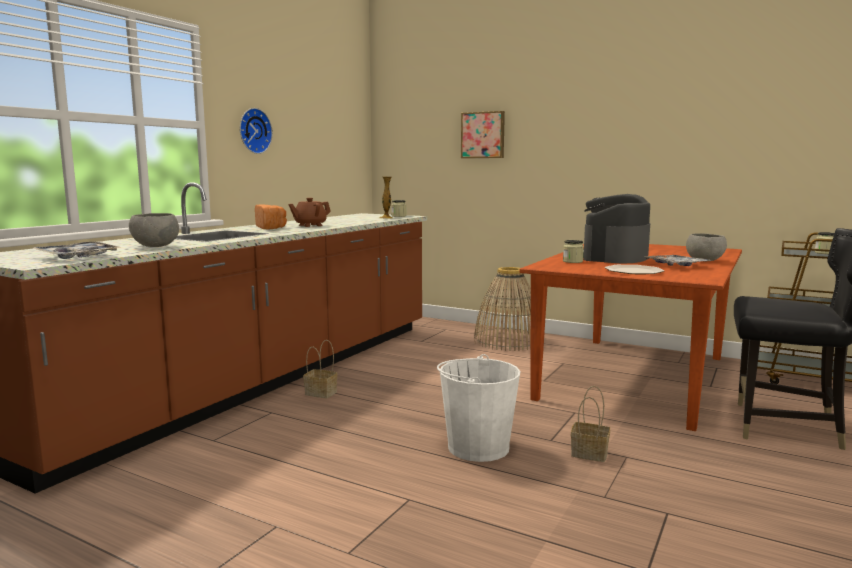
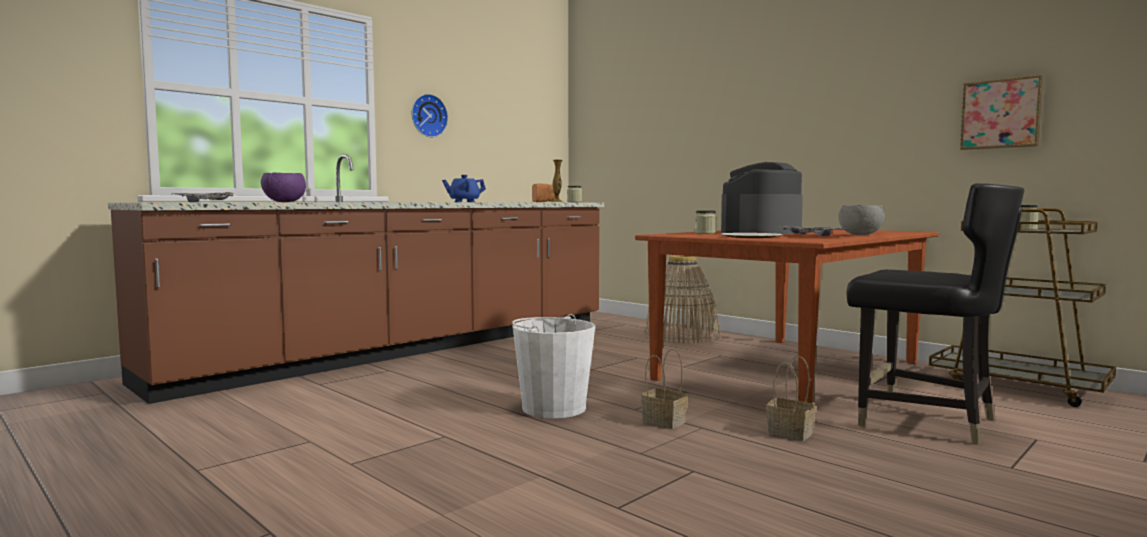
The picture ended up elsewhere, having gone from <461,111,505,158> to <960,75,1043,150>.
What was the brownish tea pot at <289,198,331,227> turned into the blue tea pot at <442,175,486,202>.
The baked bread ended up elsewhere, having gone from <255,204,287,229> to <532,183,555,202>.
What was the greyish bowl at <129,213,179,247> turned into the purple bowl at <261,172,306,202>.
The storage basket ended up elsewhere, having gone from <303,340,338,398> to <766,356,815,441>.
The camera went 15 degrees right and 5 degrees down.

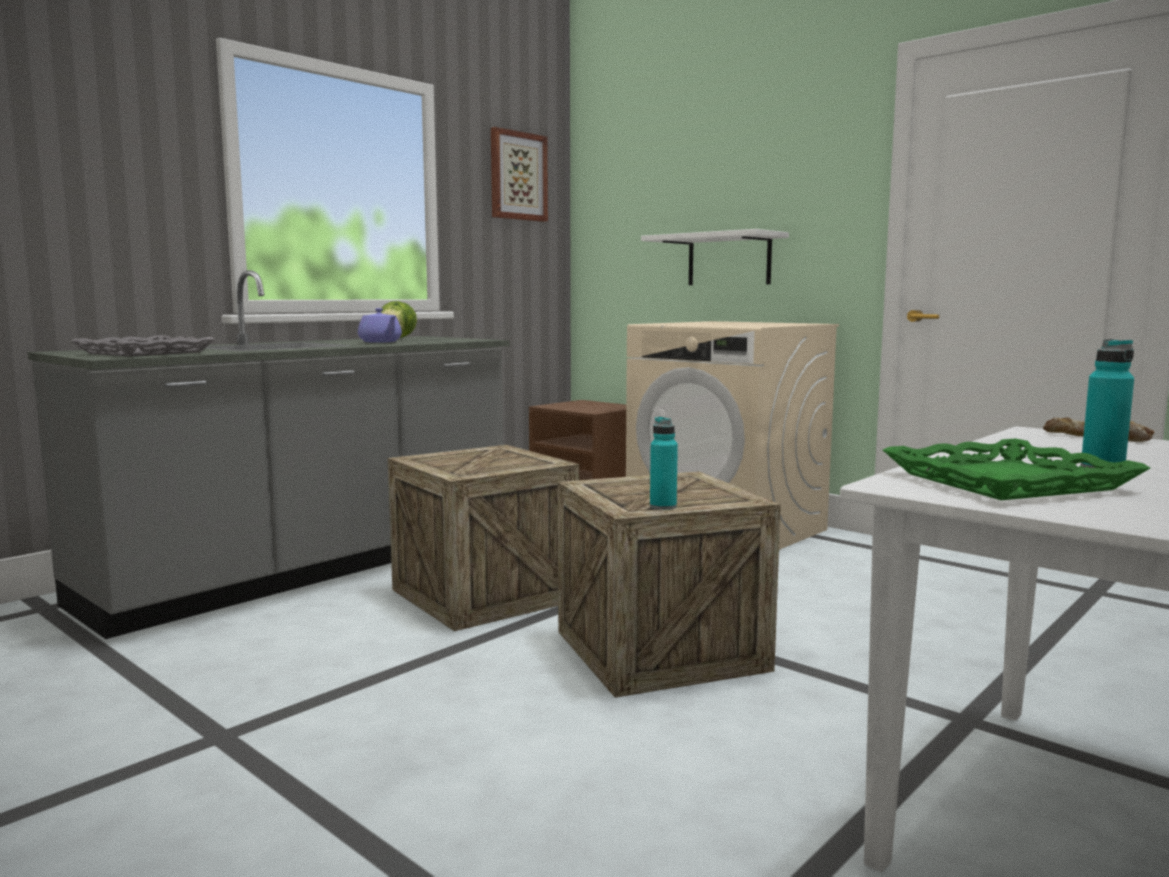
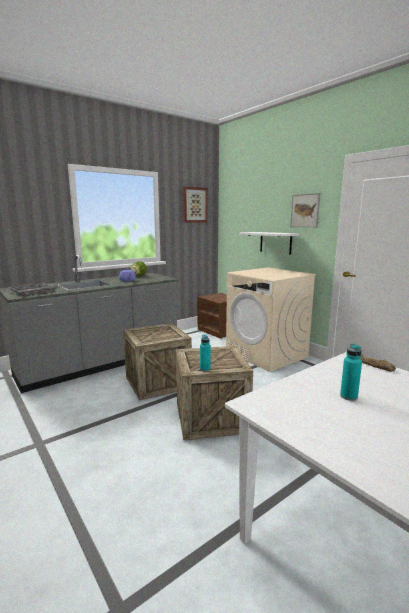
The second view lost the greenish serving tray at <883,439,1150,500>.
The second view gained the picture at <290,193,320,228>.
The camera went 10 degrees right and 5 degrees up.

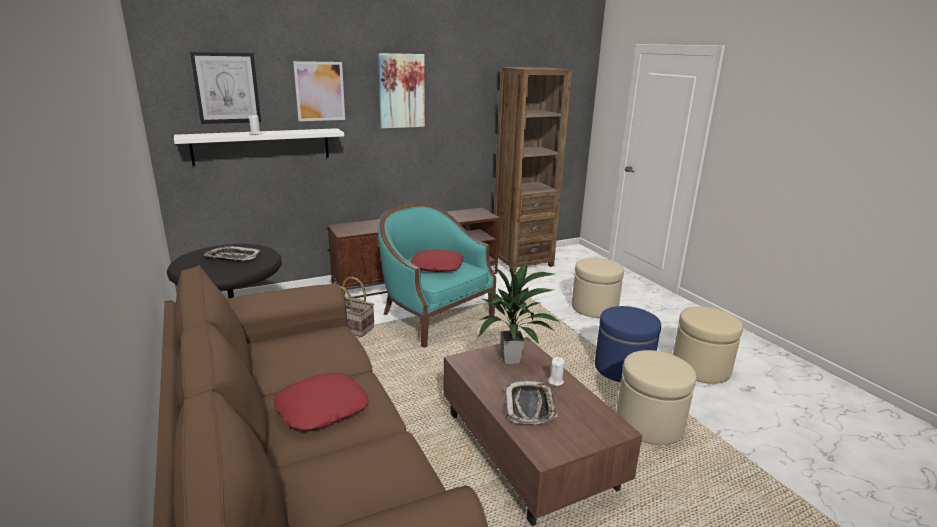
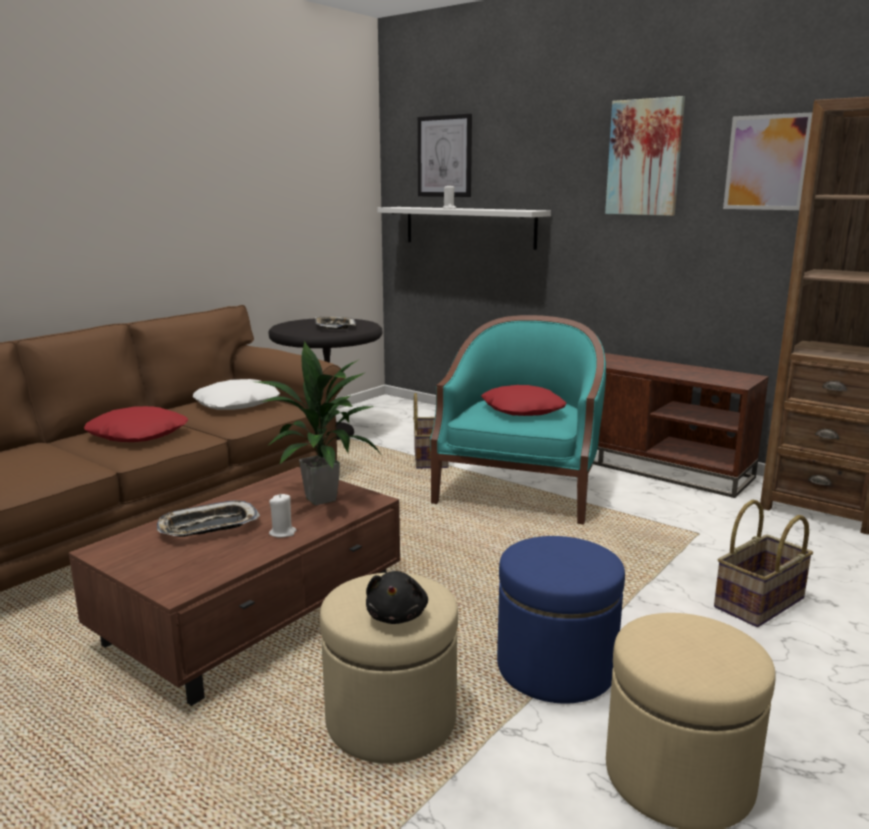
The picture ended up elsewhere, having gone from <293,61,345,121> to <723,112,813,210>.
Where the sand-coloured footrest stood at <572,258,624,318>, the storage basket came to stand at <714,500,813,627>.
The second view gained the white-coloured cushion at <193,379,280,410>.
The second view gained the black-coloured soft toy at <366,571,428,624>.
The camera went 65 degrees right and 5 degrees down.

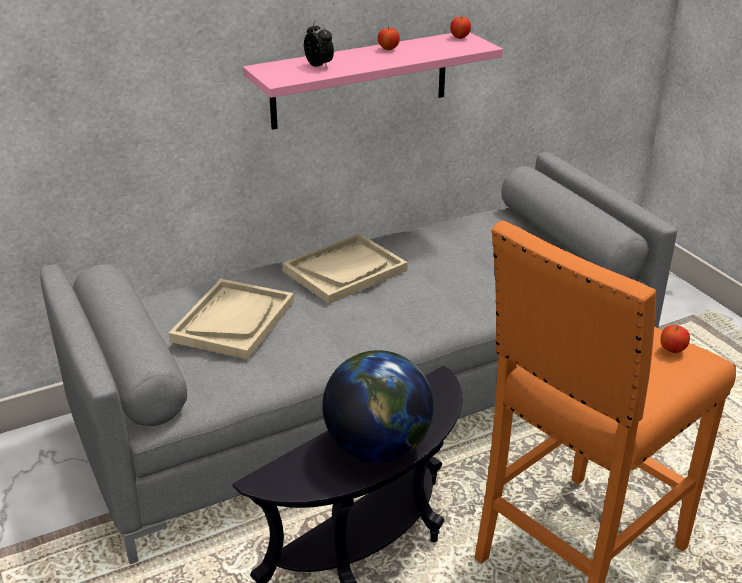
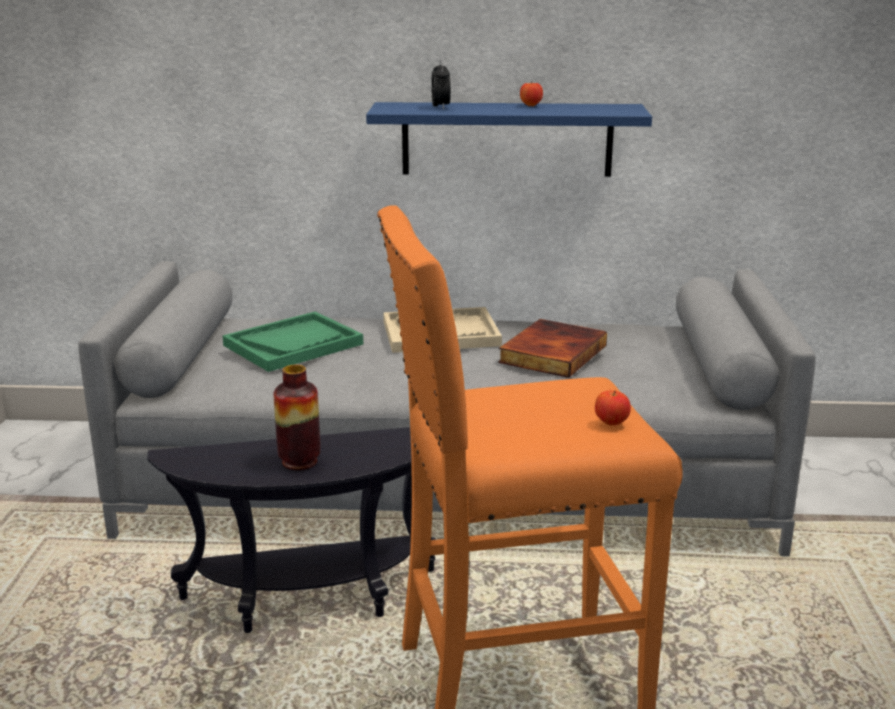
The second view lost the whole apple at <450,17,471,39>.
What was the pink-coloured bracket shelf at <243,33,503,130> turned into the blue bracket shelf at <366,102,652,177>.
What was the sand-coloured serving tray at <169,279,294,360> turned into the greenish serving tray at <223,312,363,372>.
Where the globe stood at <322,350,434,462>, the vase came to stand at <273,365,321,470>.
The second view gained the bound book at <498,319,607,378>.
The camera went 30 degrees right and 10 degrees down.

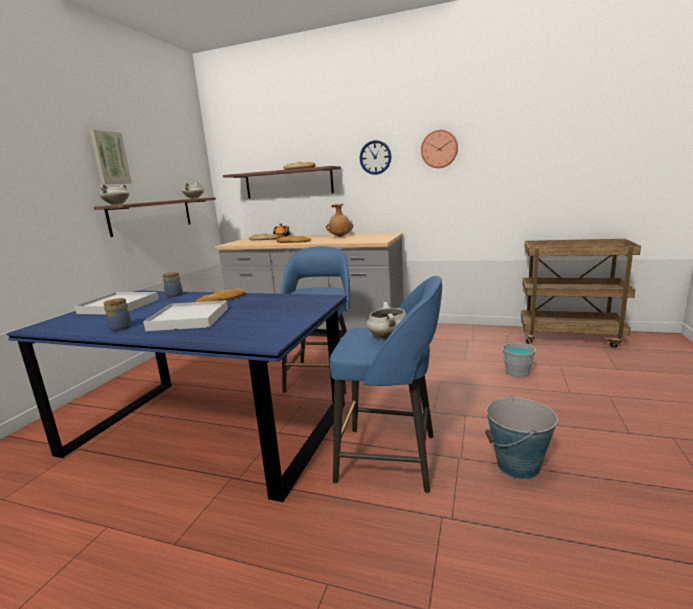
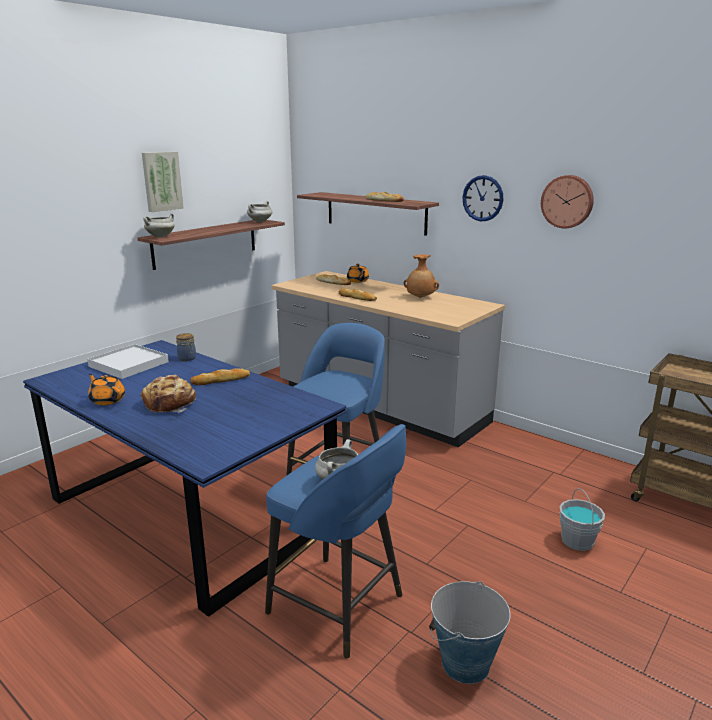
Where the storage jar stood at <103,298,132,331>, the orange-coloured tea pot came to stand at <88,374,125,405>.
Where the white-coloured serving tray stood at <144,300,228,331>, the baked bread came to stand at <141,375,196,413>.
The camera went 20 degrees right and 5 degrees up.

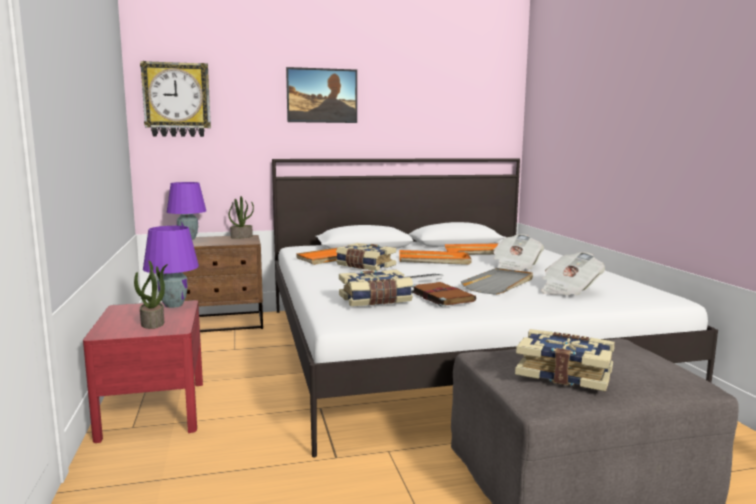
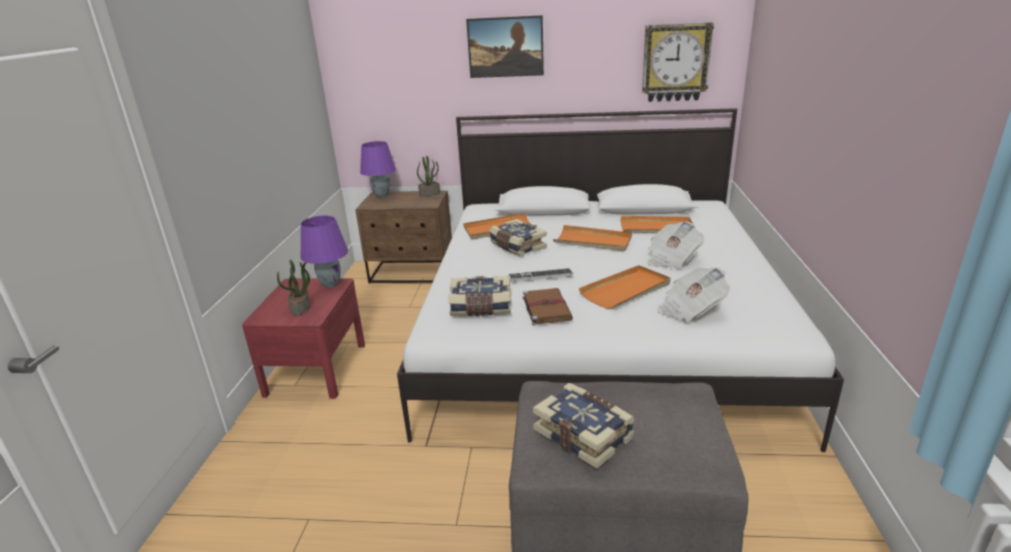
The wall clock ended up elsewhere, having gone from <140,61,211,137> to <642,22,714,102>.
What was the greyish serving tray at <461,268,533,295> turned into the orange-coloured serving tray at <579,265,670,309>.
The camera went 20 degrees right and 15 degrees up.

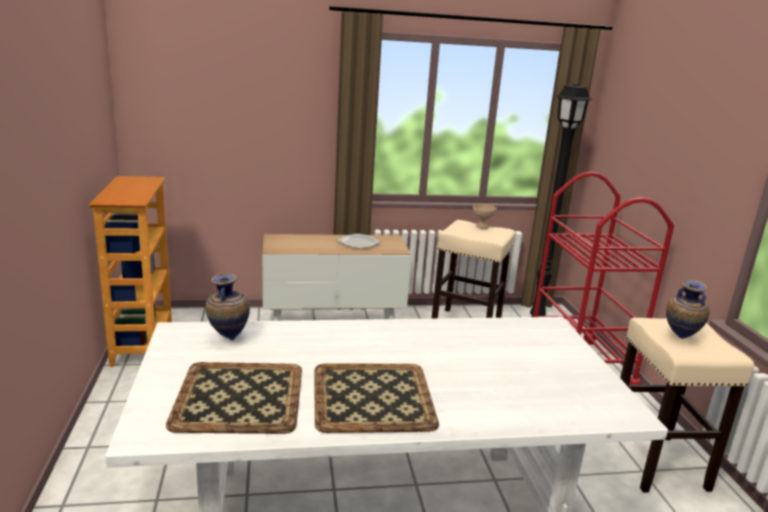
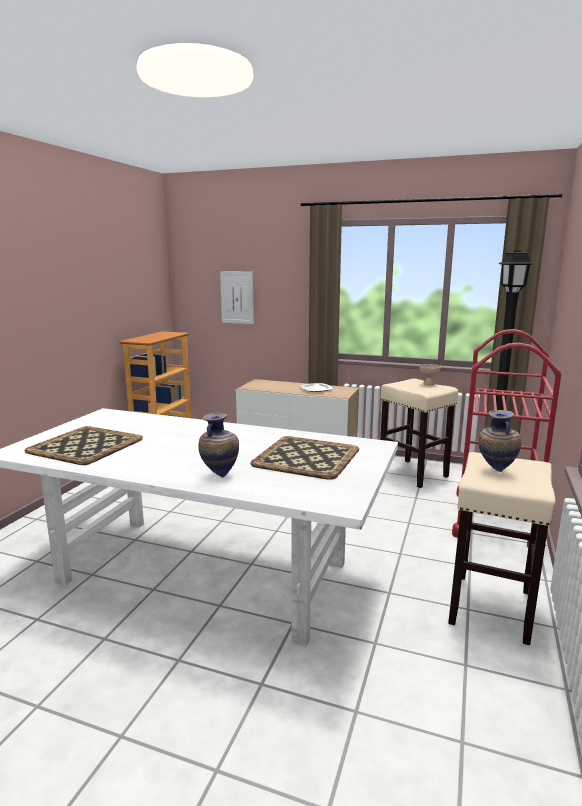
The vase ended up elsewhere, having gone from <205,273,250,340> to <198,412,239,478>.
The serving tray ended up elsewhere, having gone from <315,364,439,433> to <250,436,359,480>.
The second view gained the picture at <220,271,254,324>.
The camera went 30 degrees right and 5 degrees down.

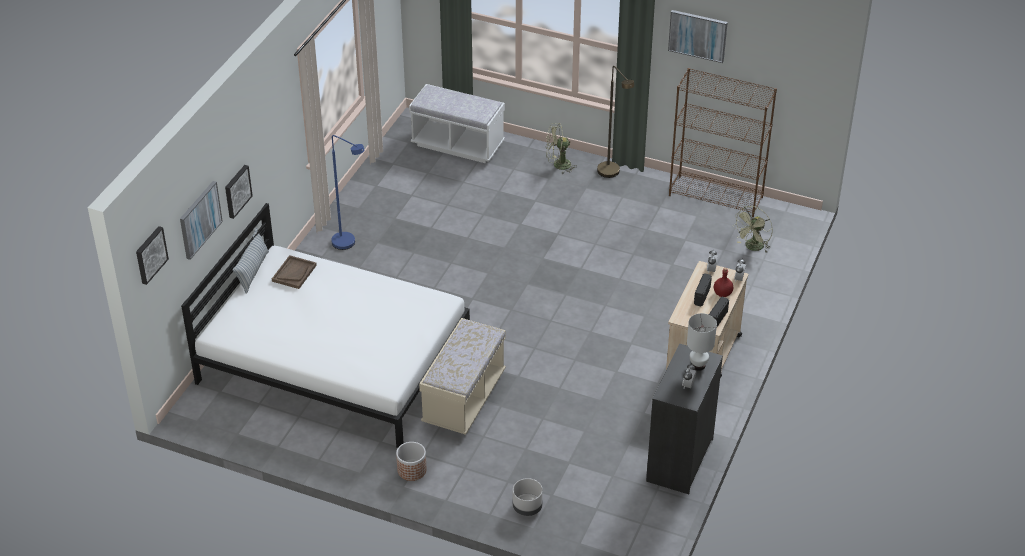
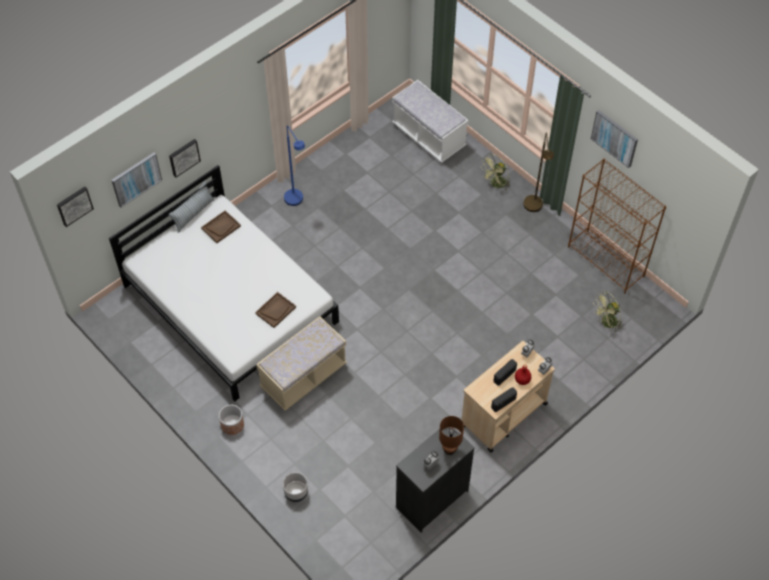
The greenish cooling fan at <546,123,577,174> ended up facing another way, 60 degrees counterclockwise from before.
What was the white-coloured table lamp at <687,313,717,371> turned into the brownish table lamp at <439,416,464,455>.
The second view gained the brownish serving tray at <255,292,296,328>.
The camera went 25 degrees right and 15 degrees up.

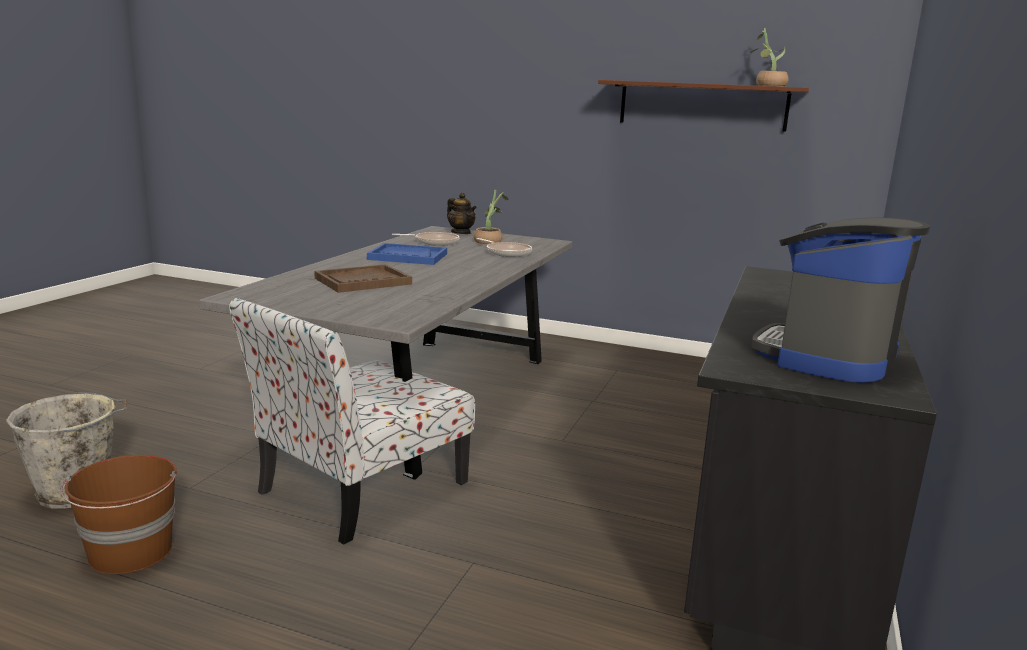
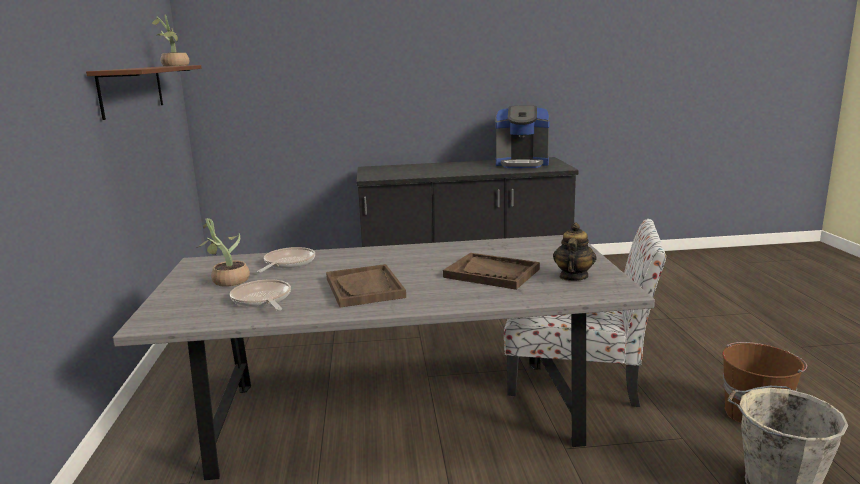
The tea pot ended up elsewhere, having gone from <447,193,477,234> to <553,222,597,281>.
What was the blue serving tray at <367,243,447,265> turned into the brownish serving tray at <326,264,406,308>.
The camera went 115 degrees left and 0 degrees up.

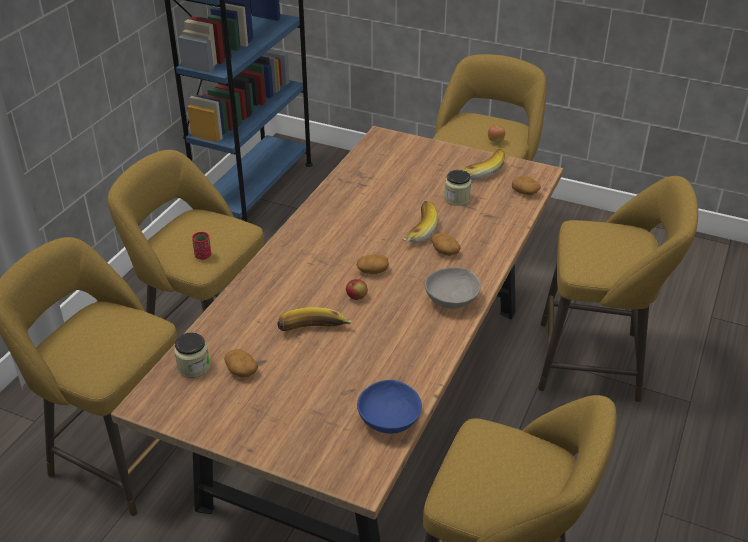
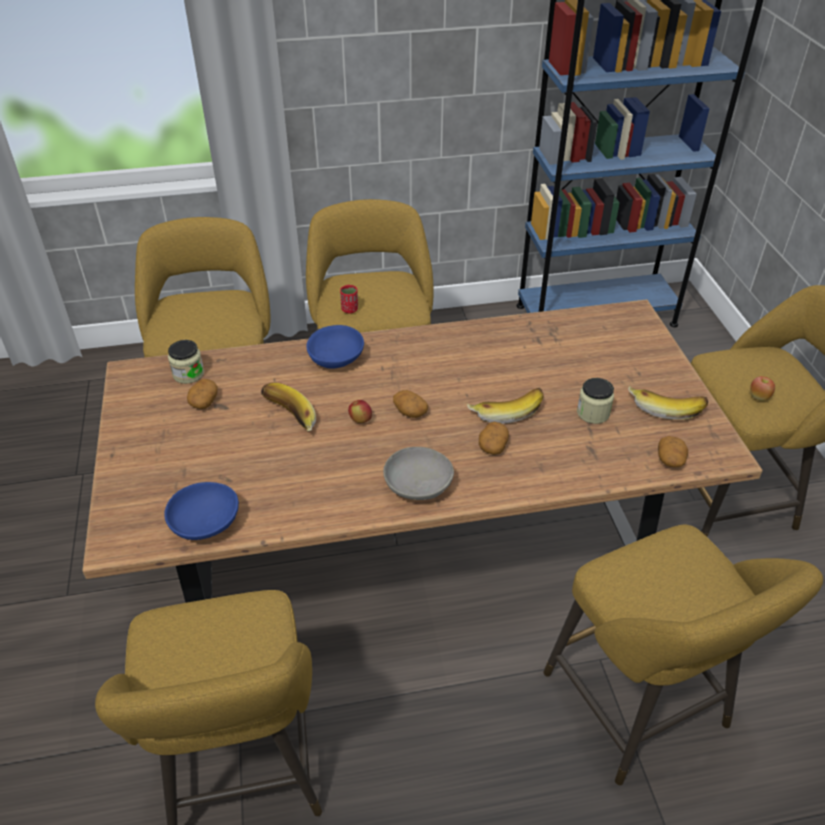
The second view gained the blue bowl at <306,325,364,369>.
The camera went 55 degrees right and 5 degrees up.

